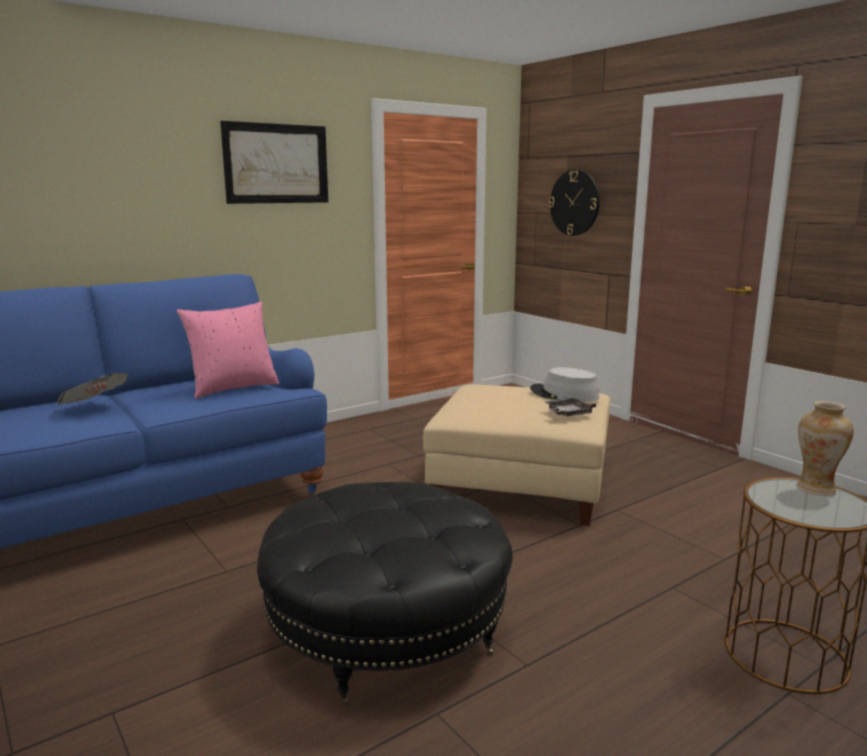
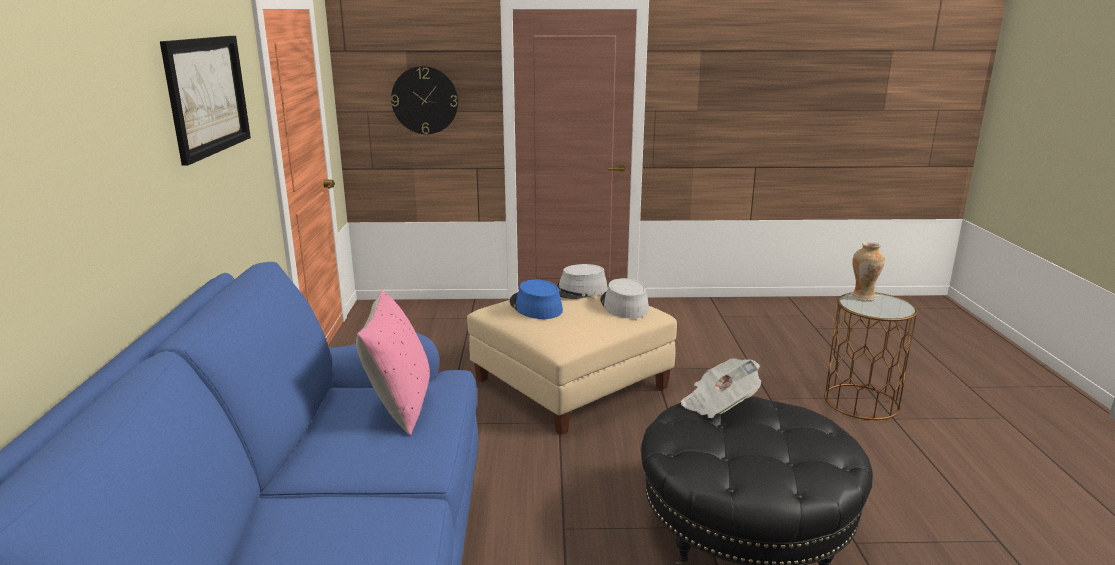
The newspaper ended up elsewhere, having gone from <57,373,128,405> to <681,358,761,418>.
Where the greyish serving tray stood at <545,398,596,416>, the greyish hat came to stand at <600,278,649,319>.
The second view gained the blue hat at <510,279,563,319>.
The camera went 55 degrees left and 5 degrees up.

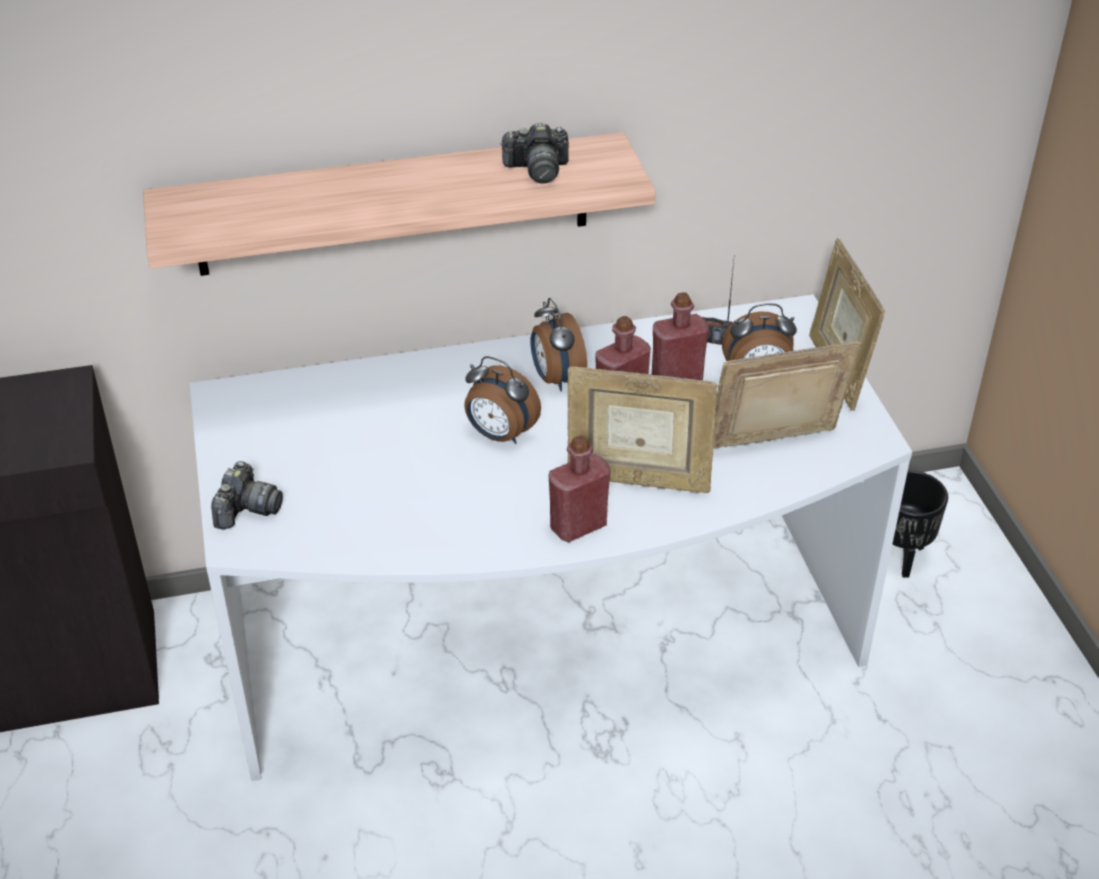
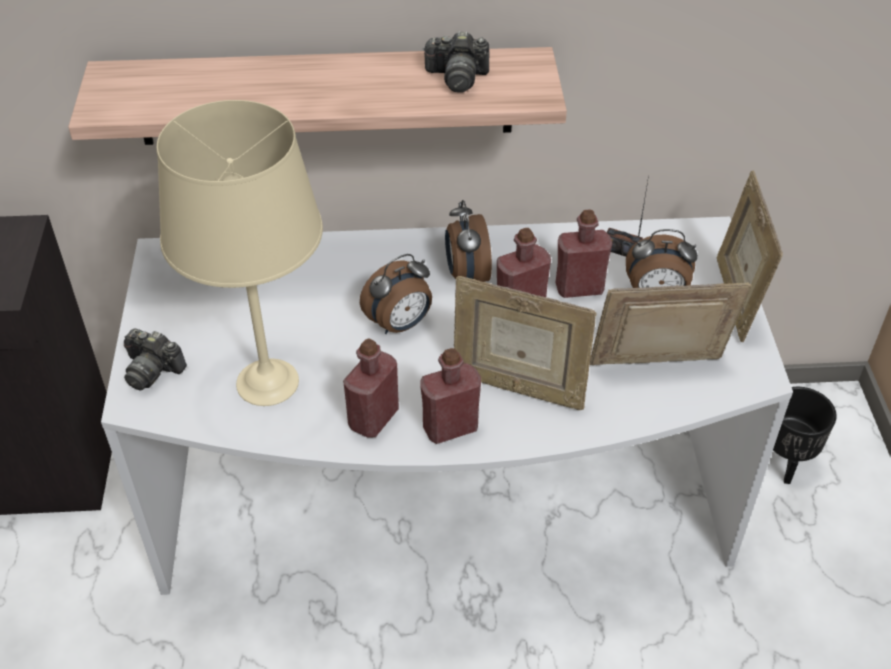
The bedside clock at <464,356,541,444> ended up facing another way, 75 degrees counterclockwise from before.
The photo camera at <211,461,283,529> ended up facing another way, 90 degrees clockwise from before.
The second view gained the sand-coloured table lamp at <157,100,323,406>.
The second view gained the red drink bottle at <343,338,399,438>.
The camera went 10 degrees right and 5 degrees up.

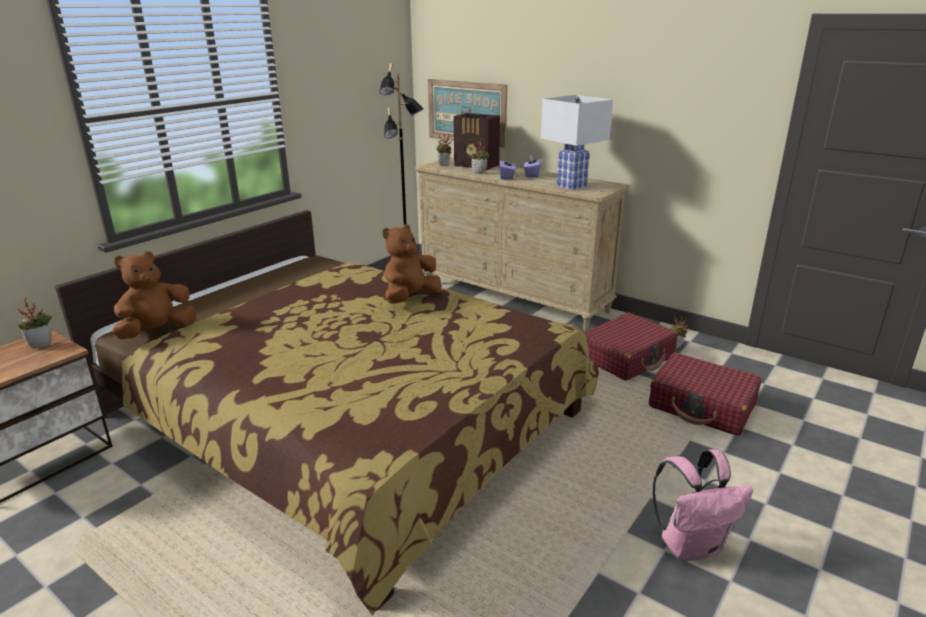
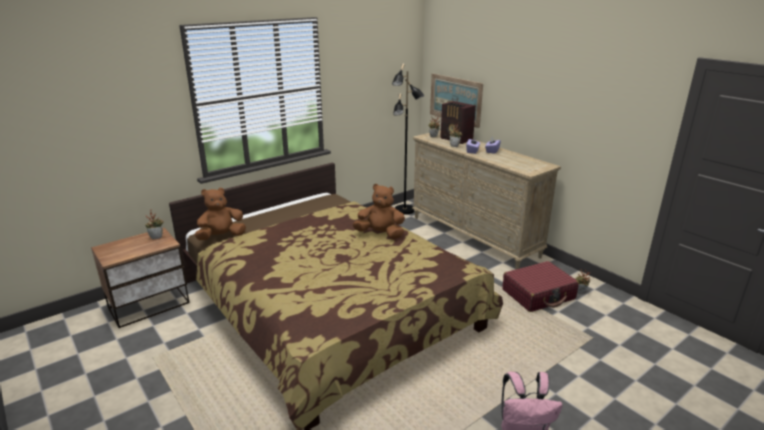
The second view lost the white-coloured table lamp at <541,95,613,190>.
The brownish soft toy at <383,224,442,304> ended up facing another way, 45 degrees clockwise from before.
The second view lost the red suitcase at <649,352,762,436>.
The camera went 15 degrees right and 0 degrees up.

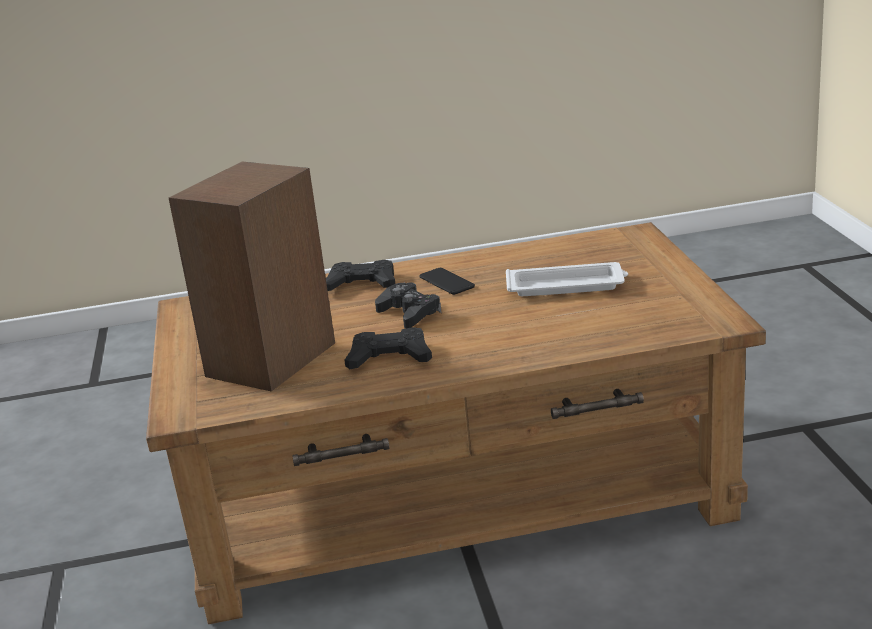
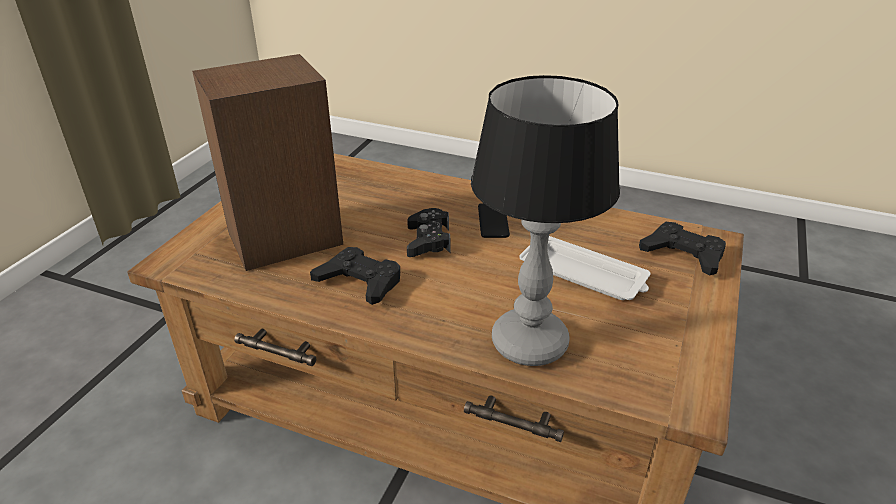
The black-coloured gamepad ended up elsewhere, having gone from <326,260,395,291> to <639,222,726,276>.
The second view gained the table lamp at <471,75,620,366>.
The camera went 30 degrees right and 10 degrees up.

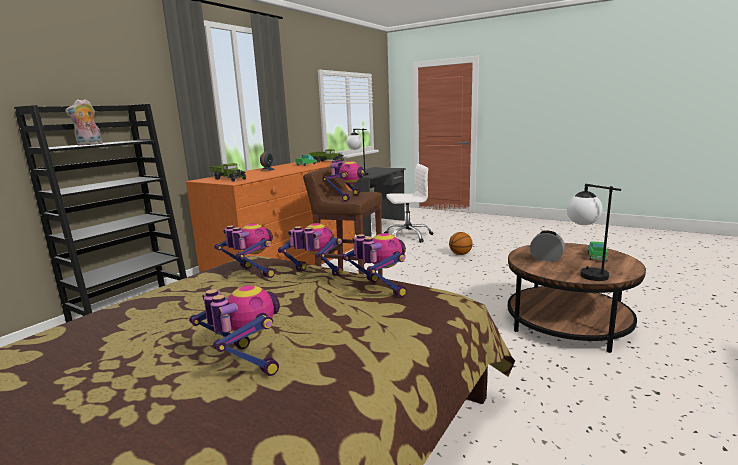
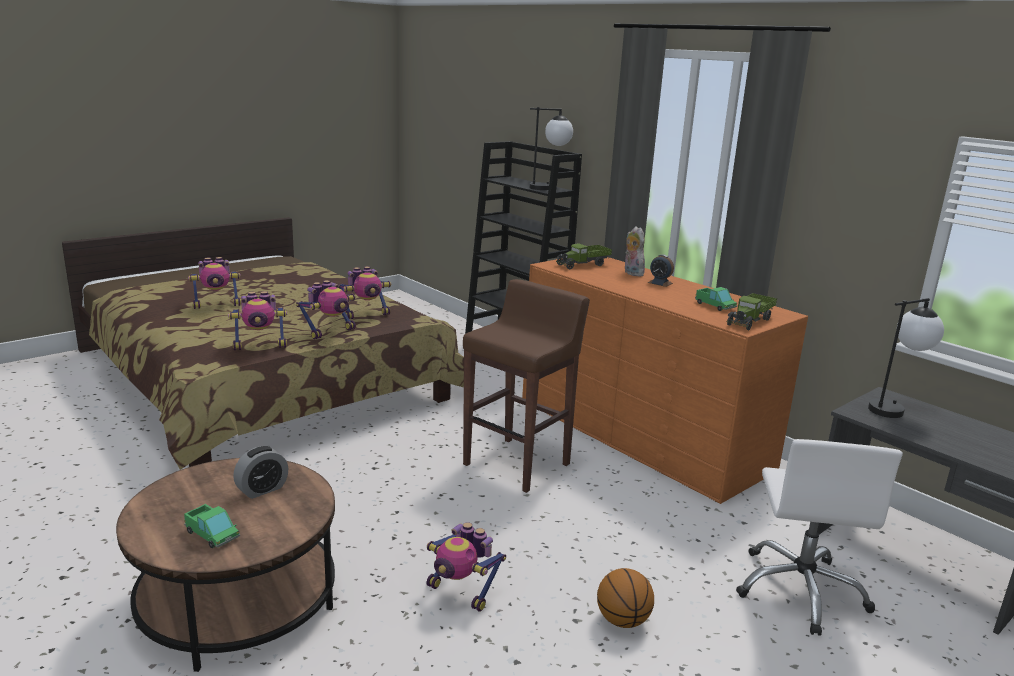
The soft toy ended up elsewhere, having gone from <65,99,103,146> to <625,226,645,276>.
The toy robot ended up elsewhere, having gone from <323,160,364,201> to <426,522,506,612>.
The table lamp ended up elsewhere, having gone from <567,184,621,281> to <530,107,573,190>.
The camera went 105 degrees right and 5 degrees up.

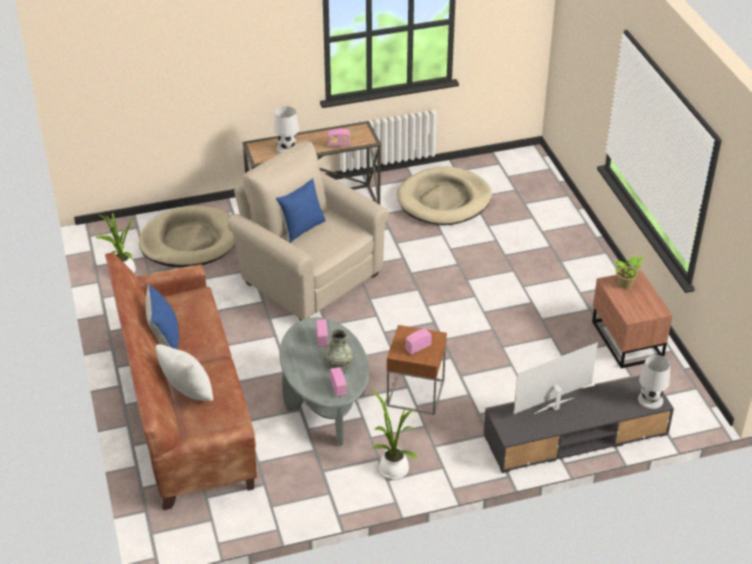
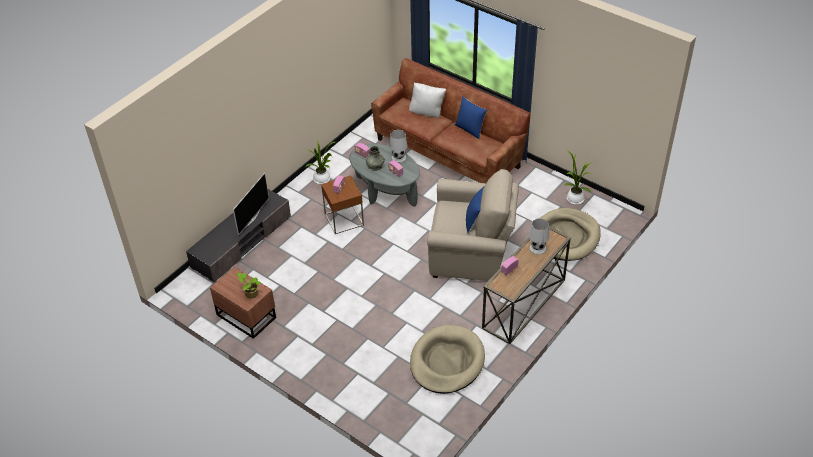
The white-coloured table lamp ended up elsewhere, having gone from <638,355,670,409> to <389,130,407,163>.
The camera went 145 degrees right and 5 degrees up.

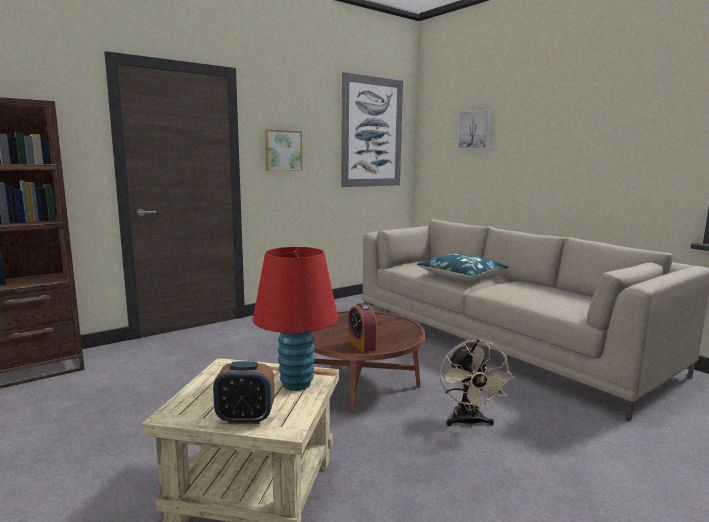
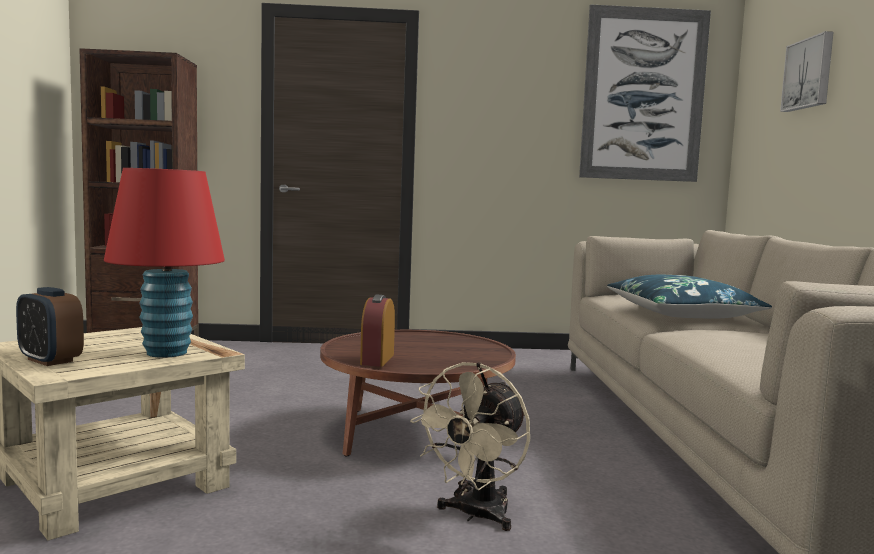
The second view lost the picture at <265,129,302,171>.
The camera went 35 degrees right and 5 degrees down.

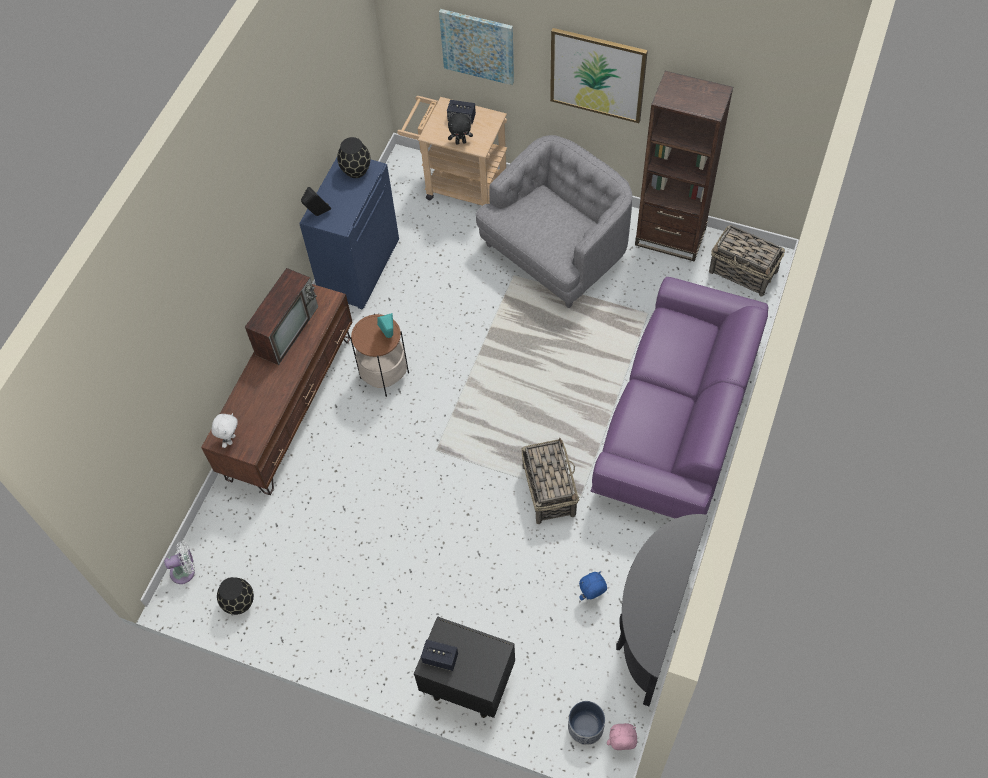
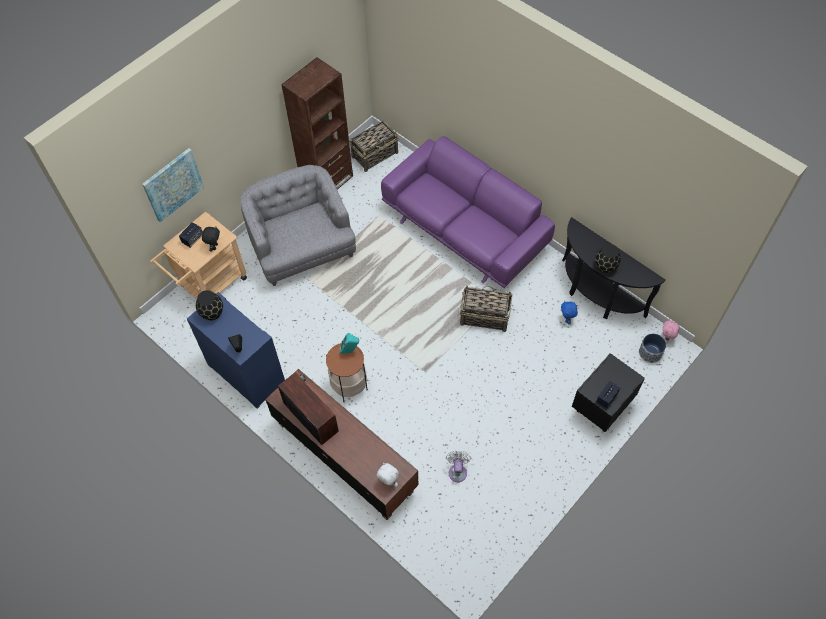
The second view lost the picture at <550,28,648,123>.
The white-coloured cooling fan ended up elsewhere, having gone from <164,541,195,584> to <446,451,471,482>.
The black-coloured vase ended up elsewhere, having gone from <217,577,254,615> to <595,244,621,273>.
The camera went 70 degrees left and 0 degrees up.

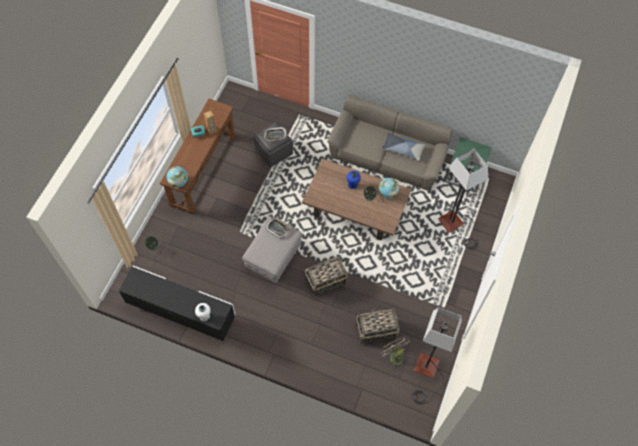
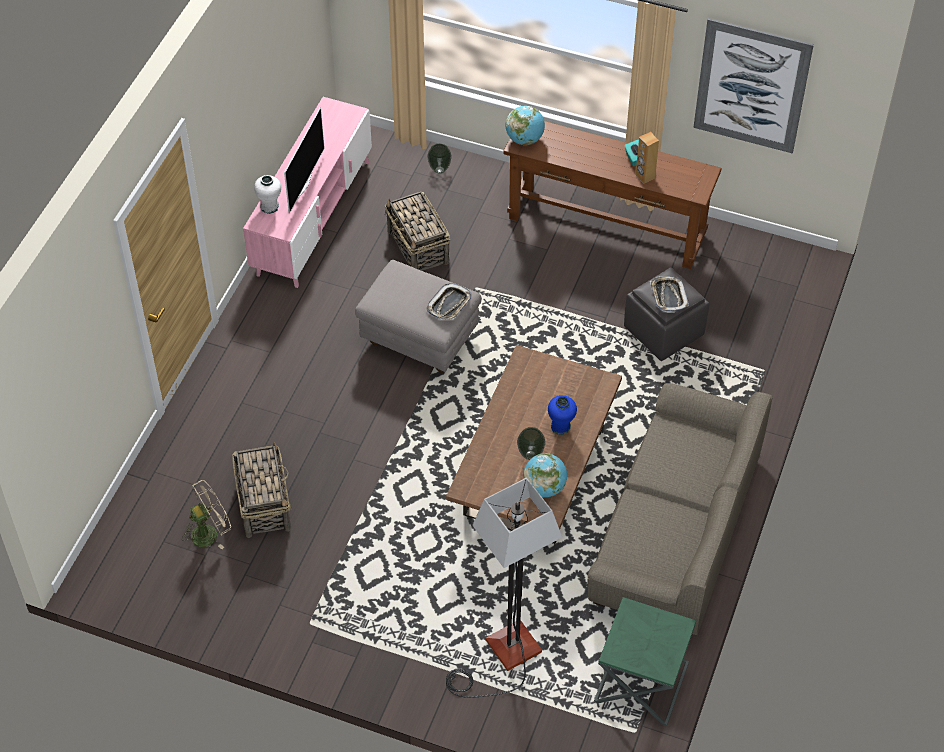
The second view lost the cushion at <381,133,425,160>.
The storage basket ended up elsewhere, having gone from <305,257,348,297> to <384,191,450,271>.
What was the black-coloured media console at <118,266,235,341> turned into the pink-coloured media console at <243,97,372,288>.
The second view lost the floor lamp at <412,307,462,404>.
The second view gained the picture at <693,18,814,154>.
The second view gained the television at <284,107,325,214>.
The camera went 90 degrees right and 10 degrees down.

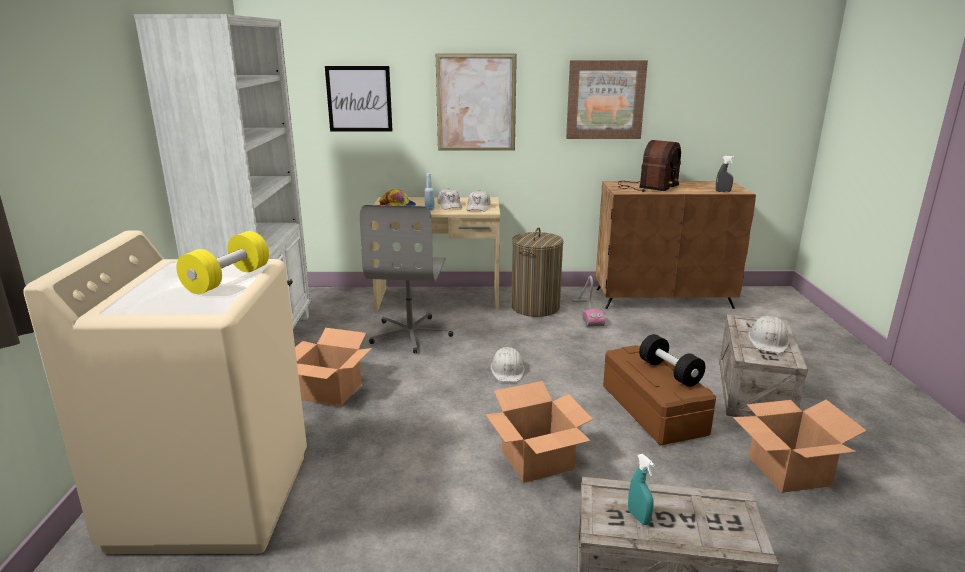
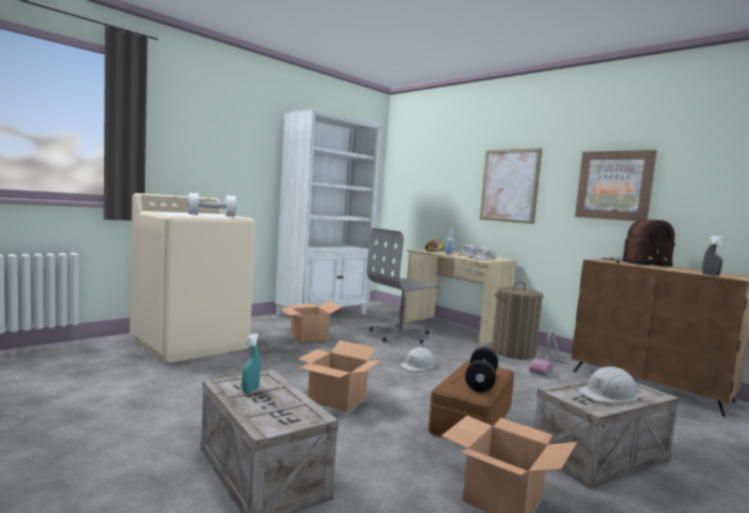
The second view lost the picture at <325,66,393,132>.
What was the yellow-coloured free weight at <176,231,269,294> turned into the white-coloured free weight at <188,193,236,217>.
The camera went 45 degrees right and 15 degrees down.

